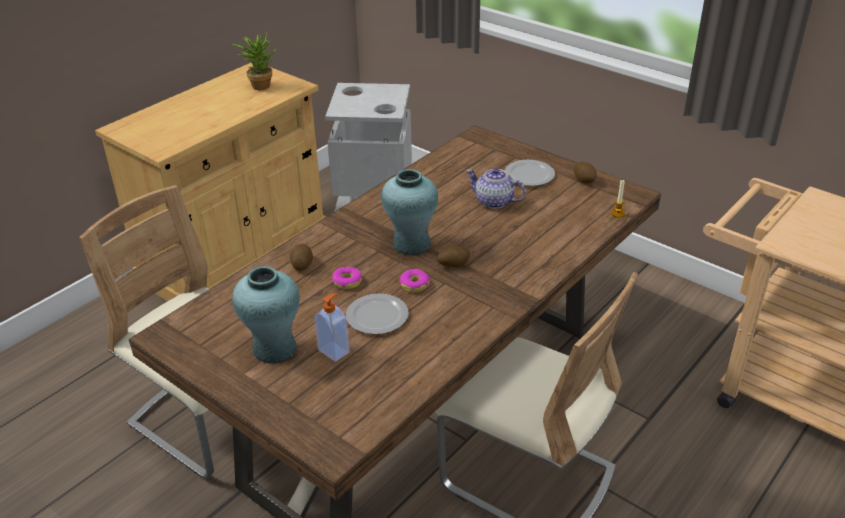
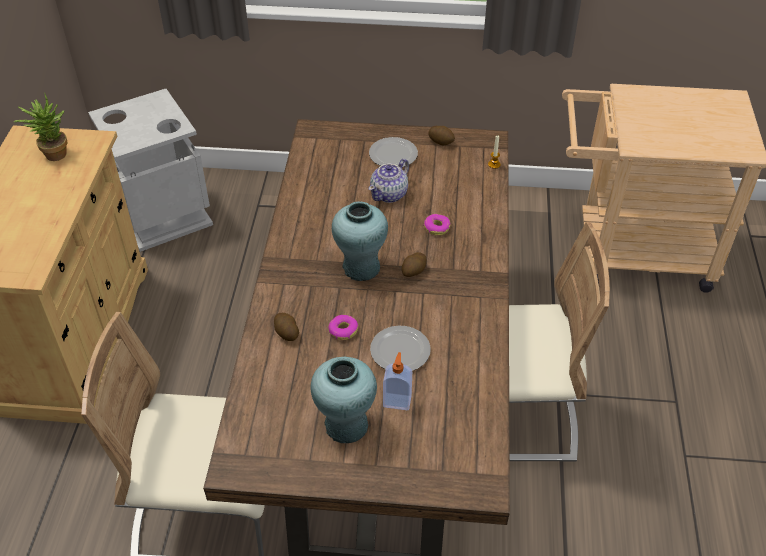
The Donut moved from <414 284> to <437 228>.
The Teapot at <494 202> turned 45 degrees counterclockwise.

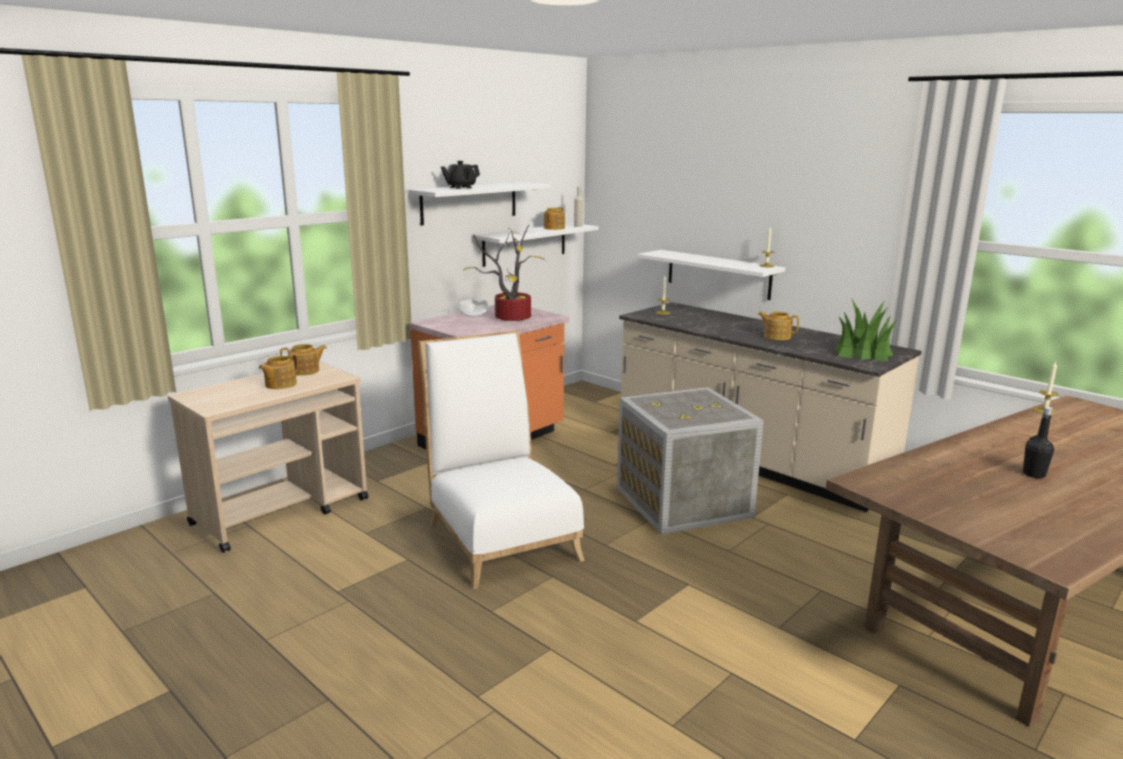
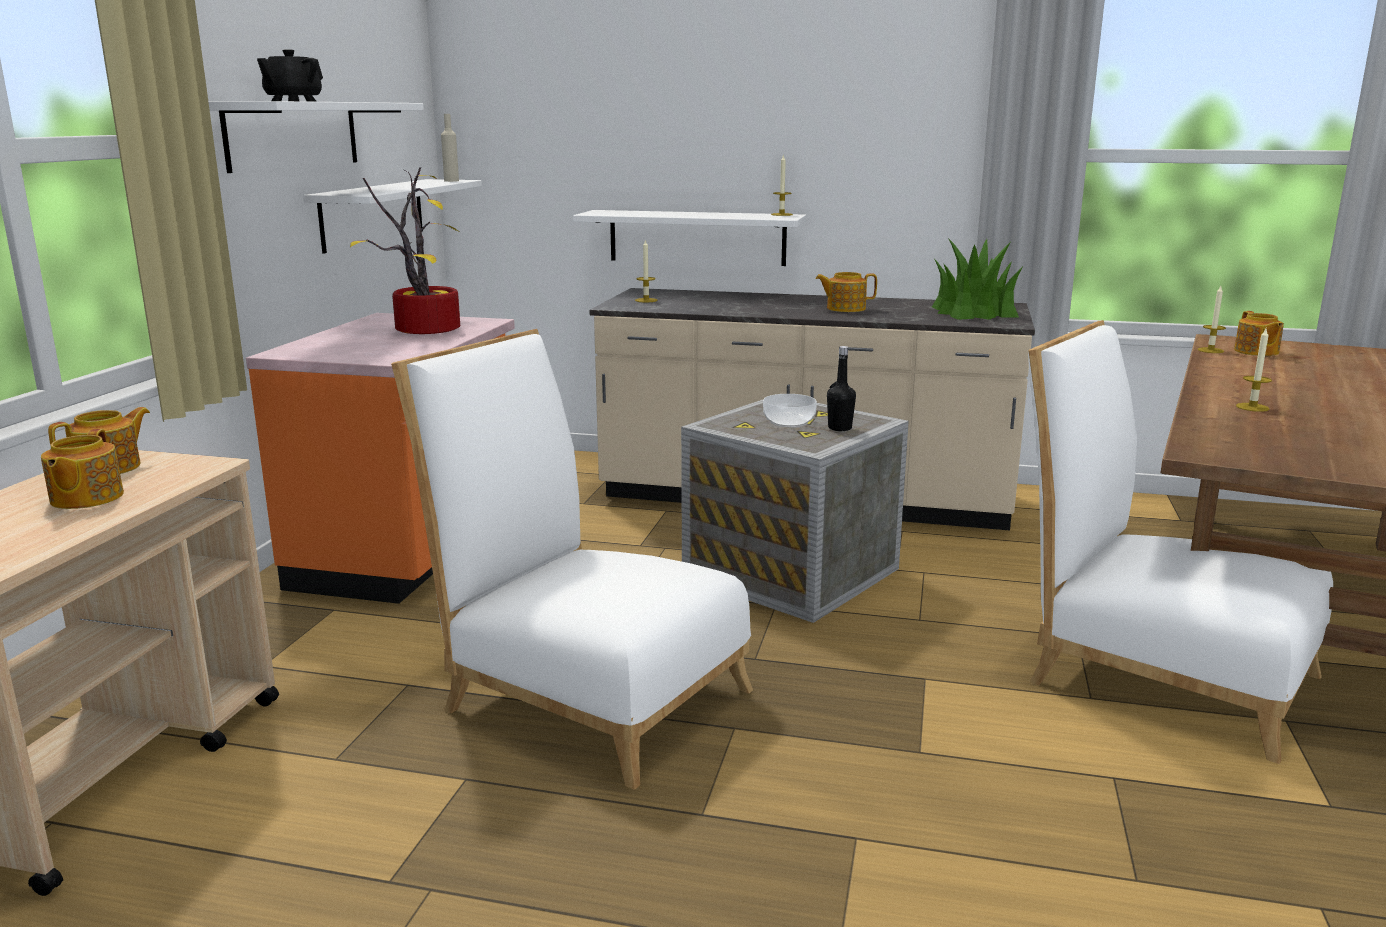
The Bowl moved from <473 314> to <788 422>.
The Teapot moved from <553 228> to <1256 352>.
The BlackishDrinkBottle moved from <1034 474> to <839 428>.
The WhiteChair at <1154 672> appeared.
The WaxCandle at <1252 407> appeared.

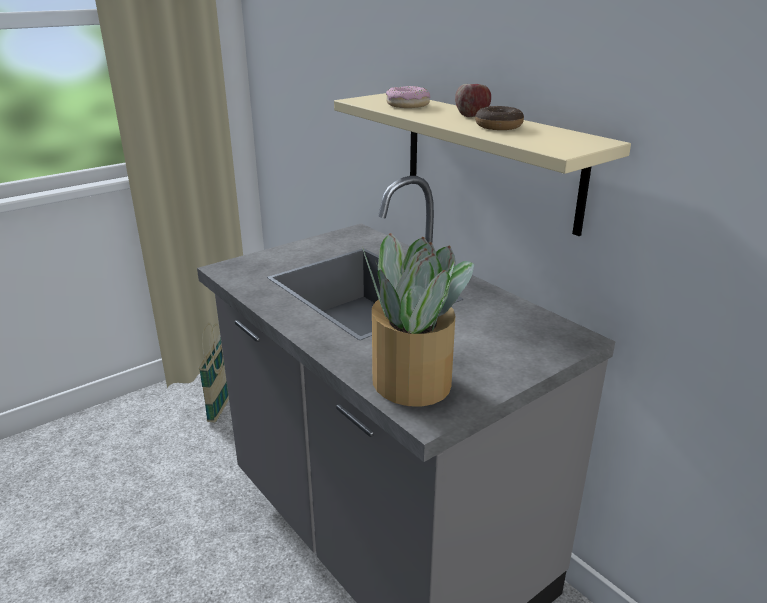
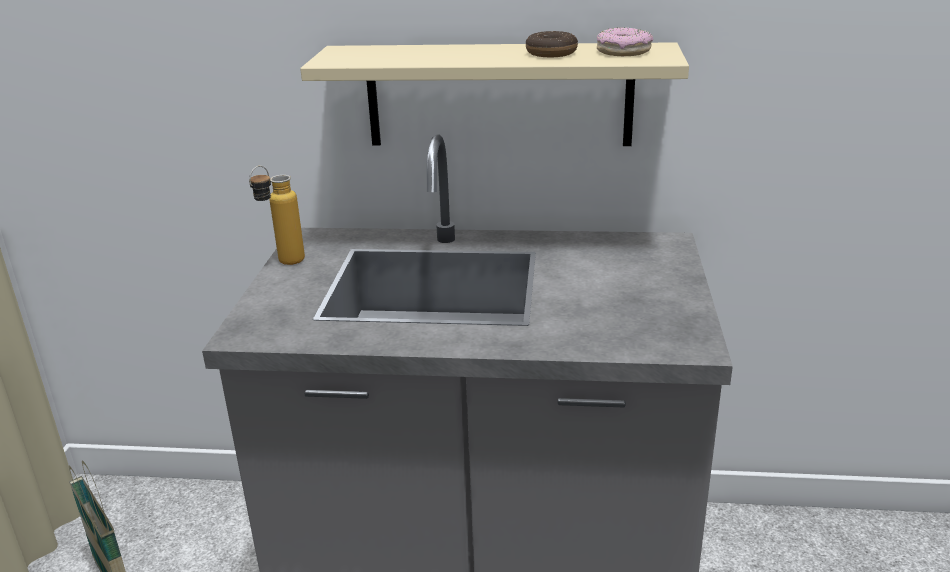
The PottedPlant at <411 380> disappeared.
The Donut moved from <408 105> to <623 51>.
The Apple at <472 116> disappeared.
The DrinkBottle at <283 264> appeared.

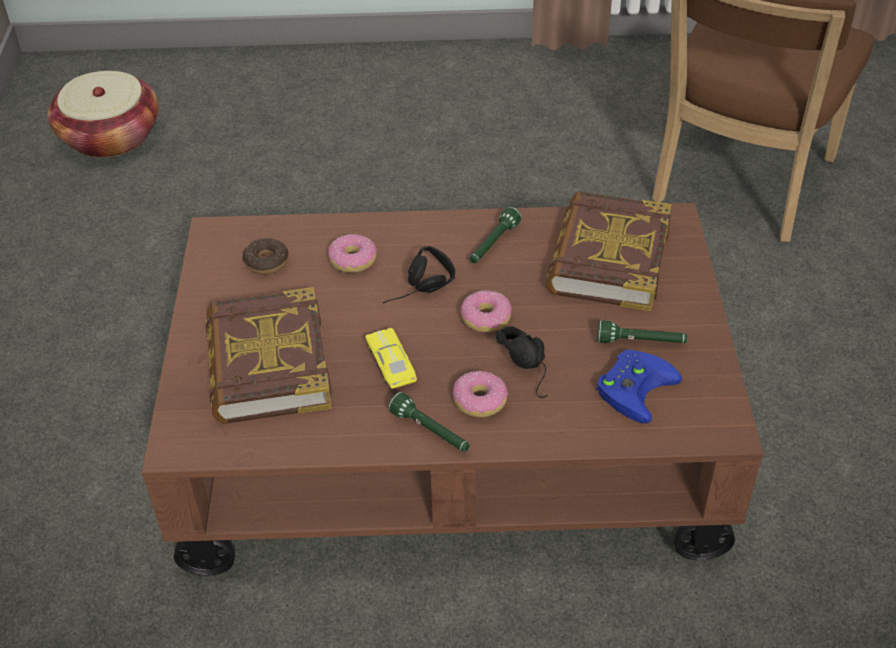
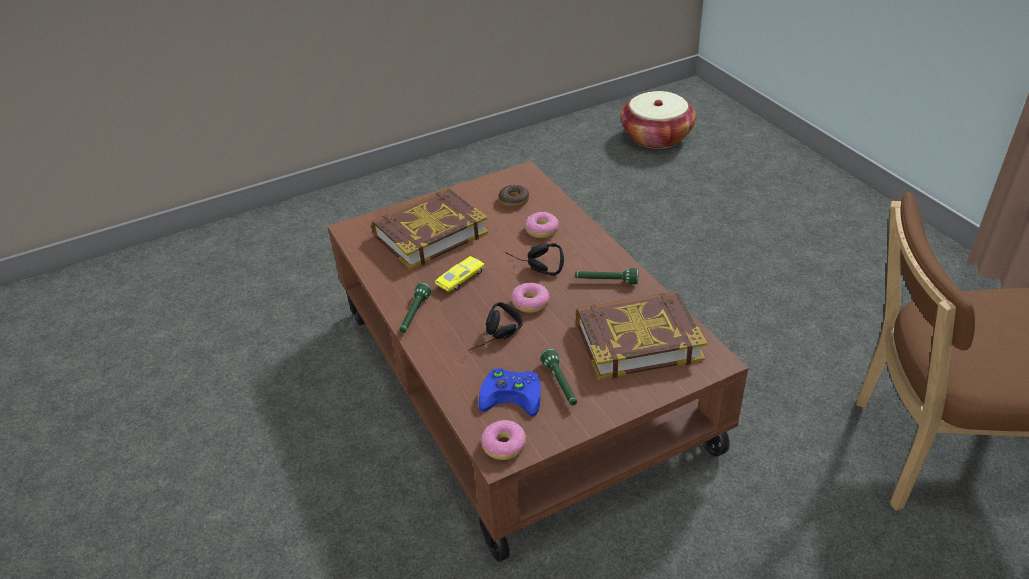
The Donut moved from <480 400> to <504 445>.

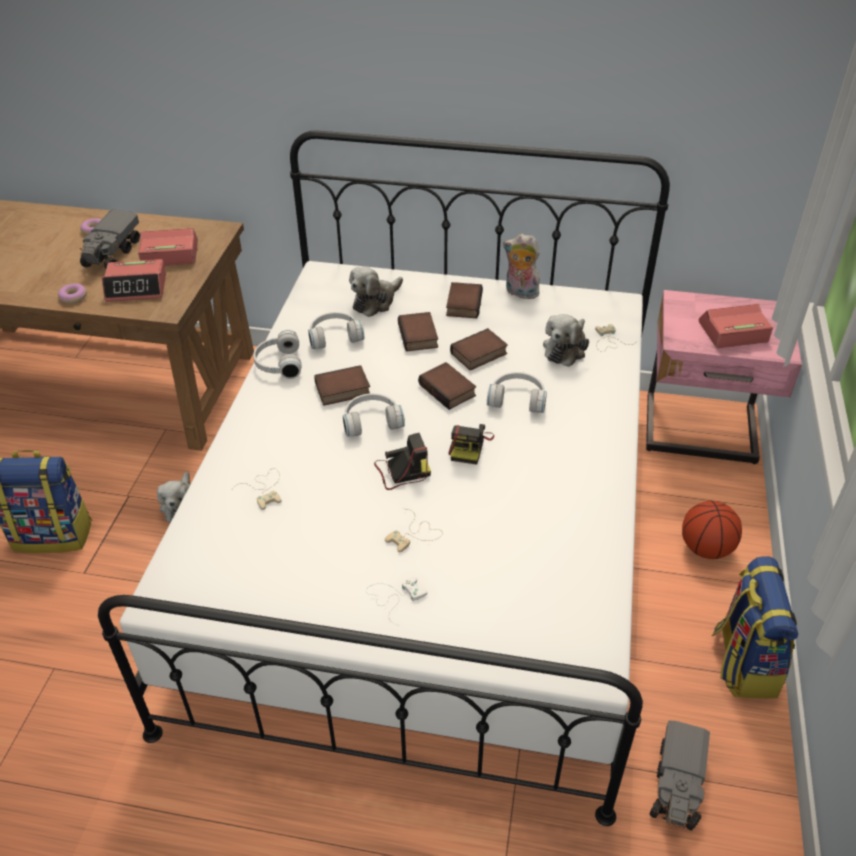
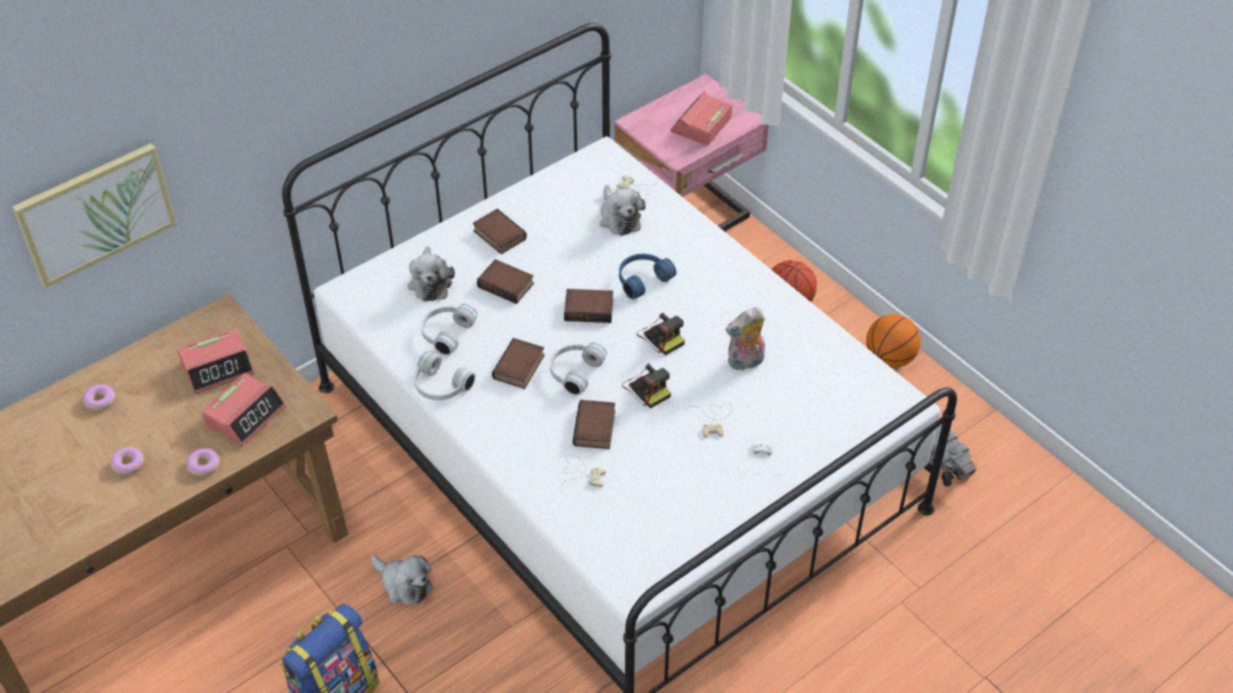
The ToyLorry at <112 254> disappeared.
The TableClock at <169 254> turned 150 degrees counterclockwise.
The PhotoCamera at <401 472> turned 120 degrees clockwise.
The Book moved from <479 354> to <596 429>.
The WhiteHeadphones at <517 399> became the BlueHeadphones at <642 279>.
The CuddlyToy moved from <520 293> to <745 363>.
The Rucksack at <743 662> was replaced by the BallForBasketball at <889 358>.
The WallArt at <96 213> appeared.
The Donut at <128 464> appeared.

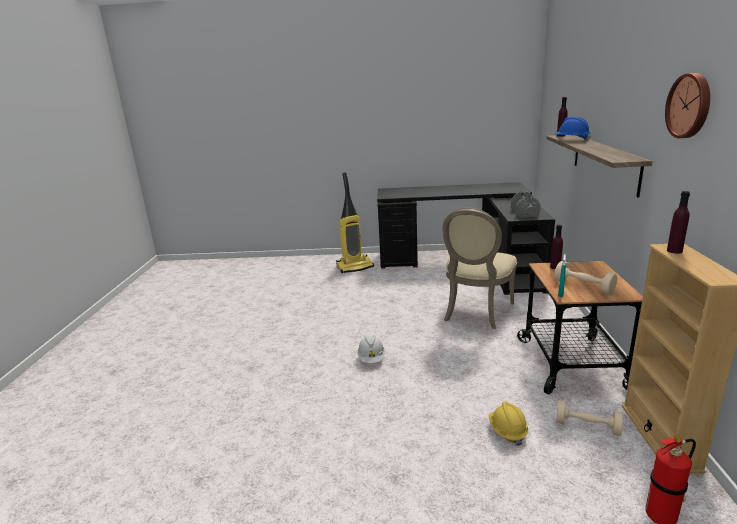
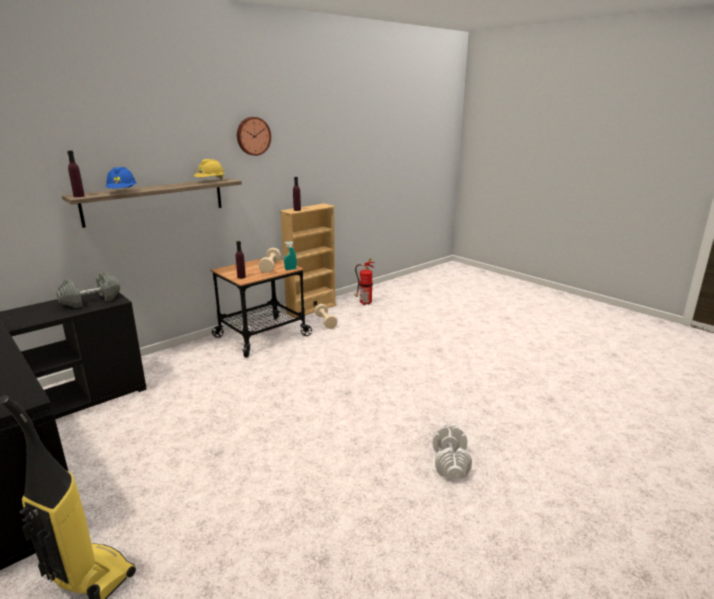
The WhiteHardHat at <371 358> disappeared.
The BeigeColouredChair at <475 312> disappeared.
The YellowishHardHat moved from <507 431> to <210 181>.
The WhiteFreeWeight at <450 461> appeared.

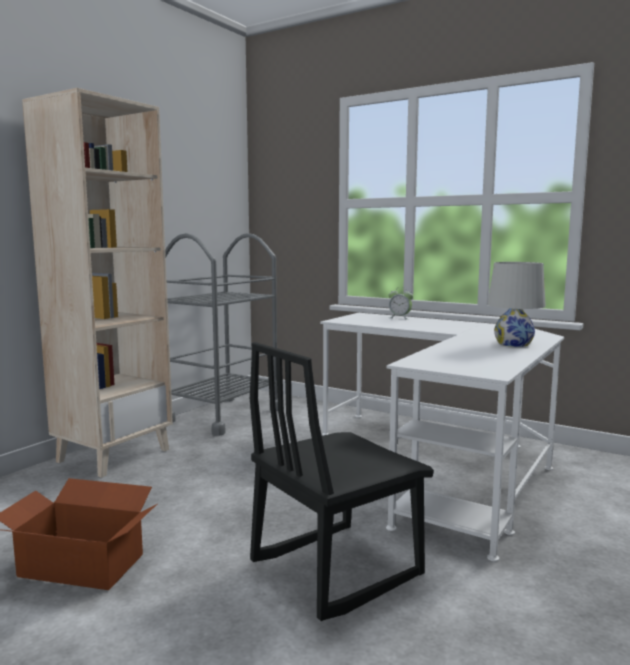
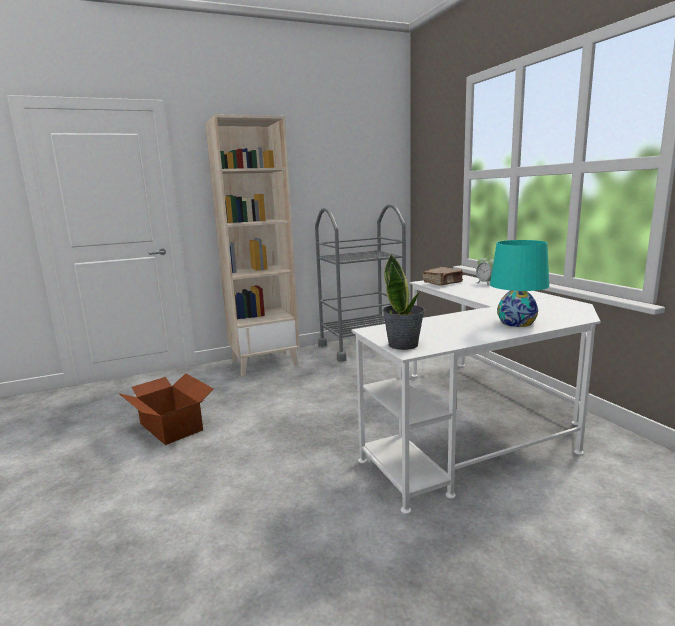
The BlackishChair at <334 568> disappeared.
The WhiteTabletopLamp at <513 344> became the TurquoiseTabletopLamp at <516 323>.
The PottedPlant at <403 345> appeared.
The BrownColouredBook at <443 283> appeared.

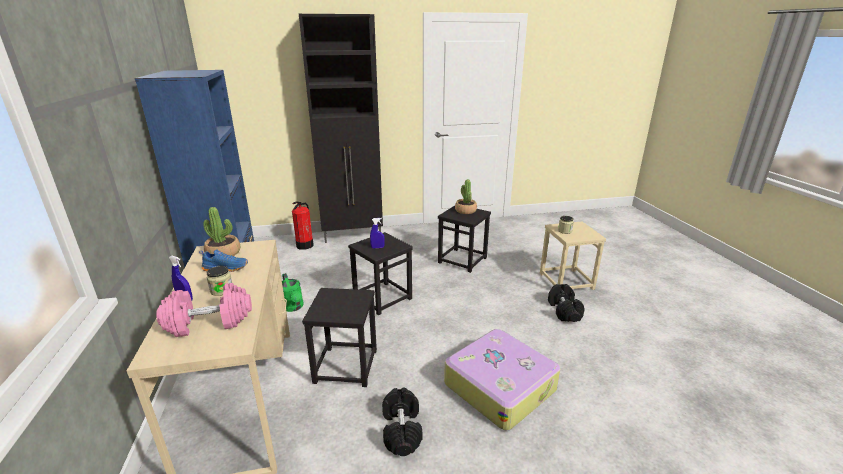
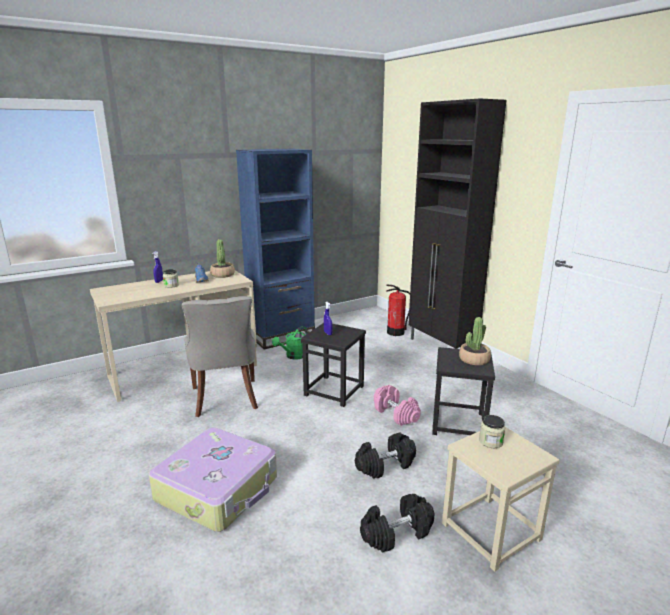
The PinkFreeWeight moved from <209 322> to <396 414>.
The BlackishStoolSeat at <346 366> was replaced by the GreyishChair at <225 398>.
The BlackishFreeWeight moved from <402 430> to <385 465>.

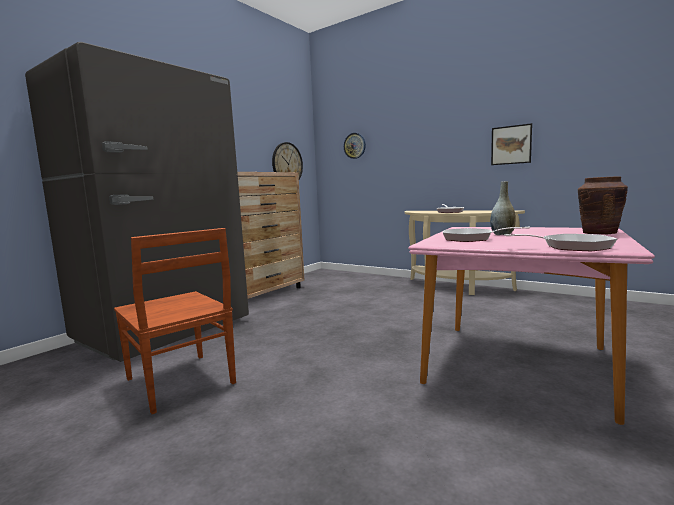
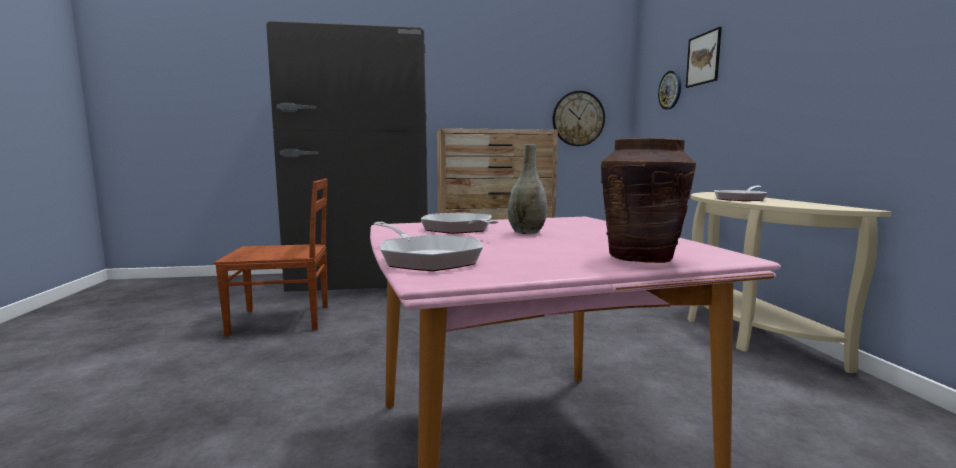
The BrownColouredChair at <181 382> turned 105 degrees counterclockwise.
The WallArt moved from <511 145> to <703 59>.

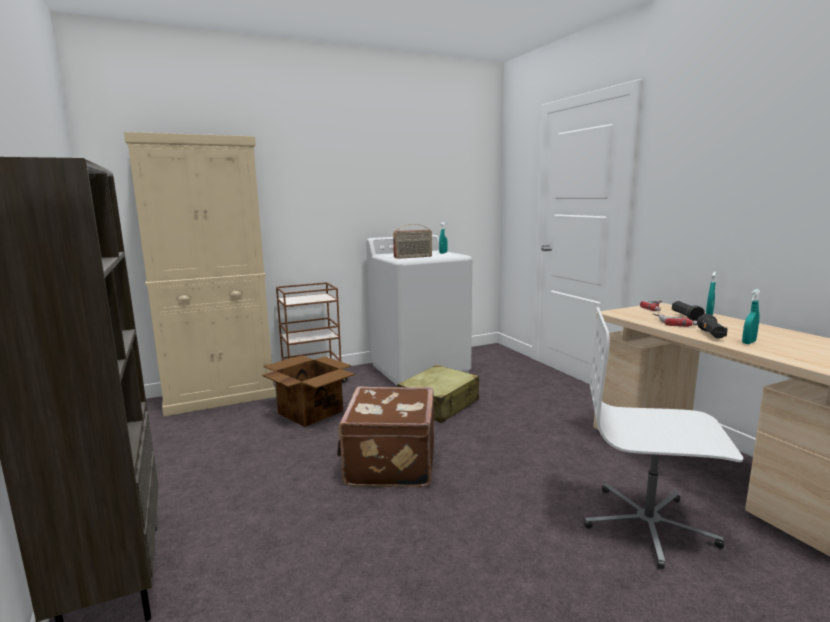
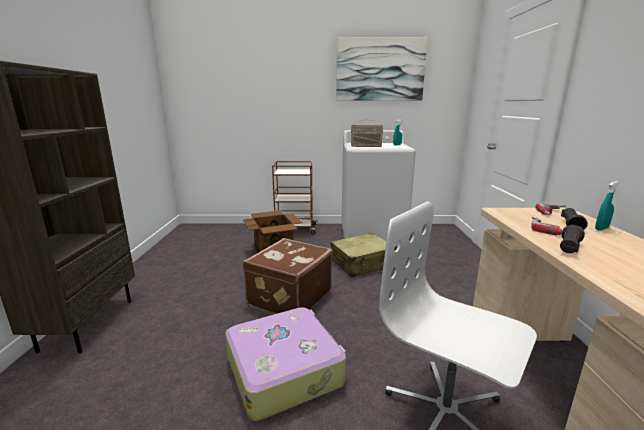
The BeigeColouredCupboard at <220 397> disappeared.
The TurquoiseHandSprayer at <748 342> disappeared.
The PieceOfLuggage at <285 369> appeared.
The WallArt at <380 69> appeared.

